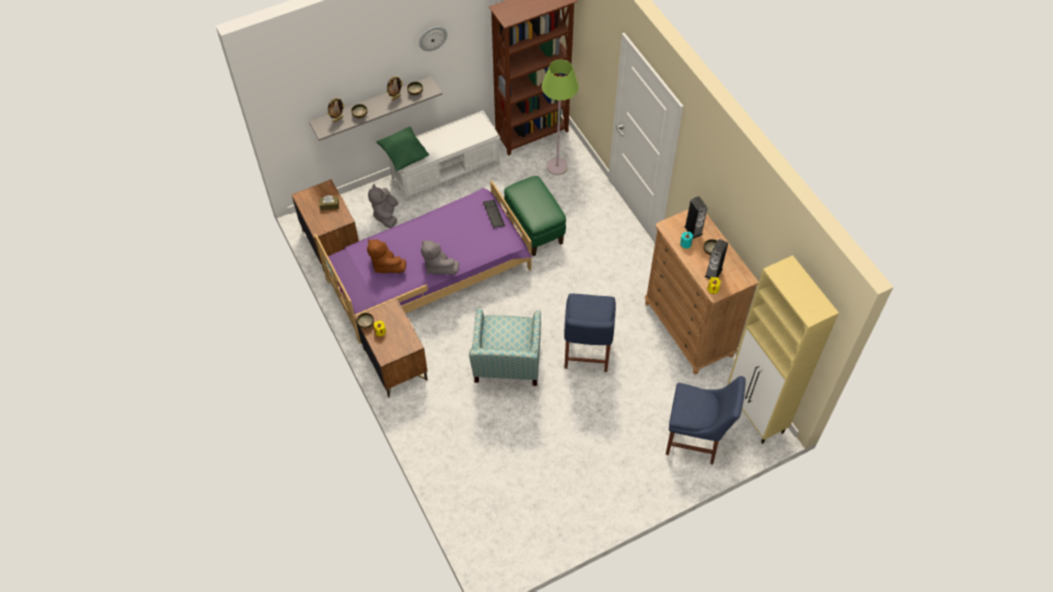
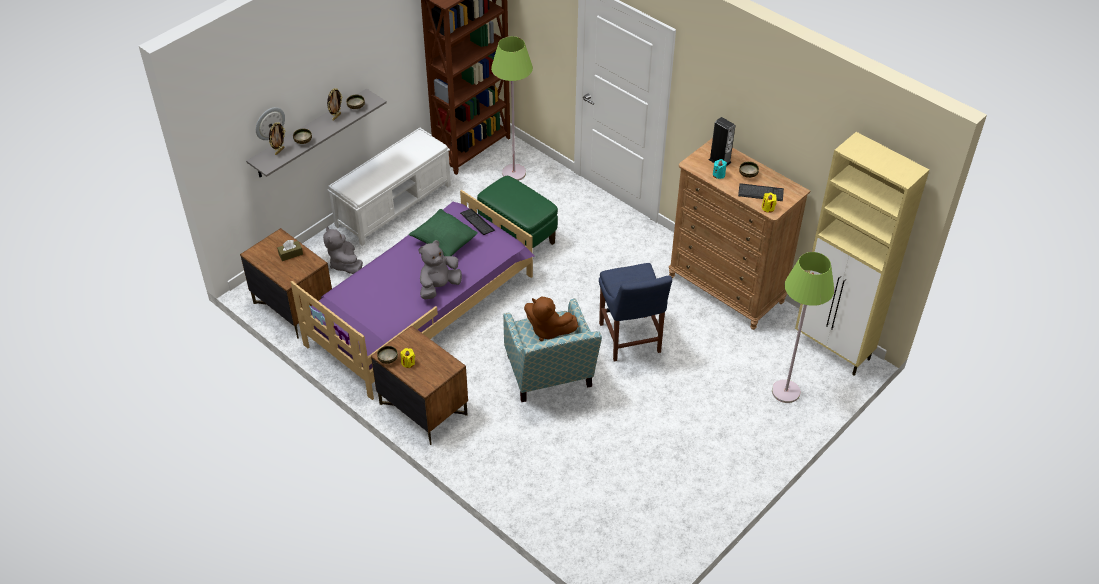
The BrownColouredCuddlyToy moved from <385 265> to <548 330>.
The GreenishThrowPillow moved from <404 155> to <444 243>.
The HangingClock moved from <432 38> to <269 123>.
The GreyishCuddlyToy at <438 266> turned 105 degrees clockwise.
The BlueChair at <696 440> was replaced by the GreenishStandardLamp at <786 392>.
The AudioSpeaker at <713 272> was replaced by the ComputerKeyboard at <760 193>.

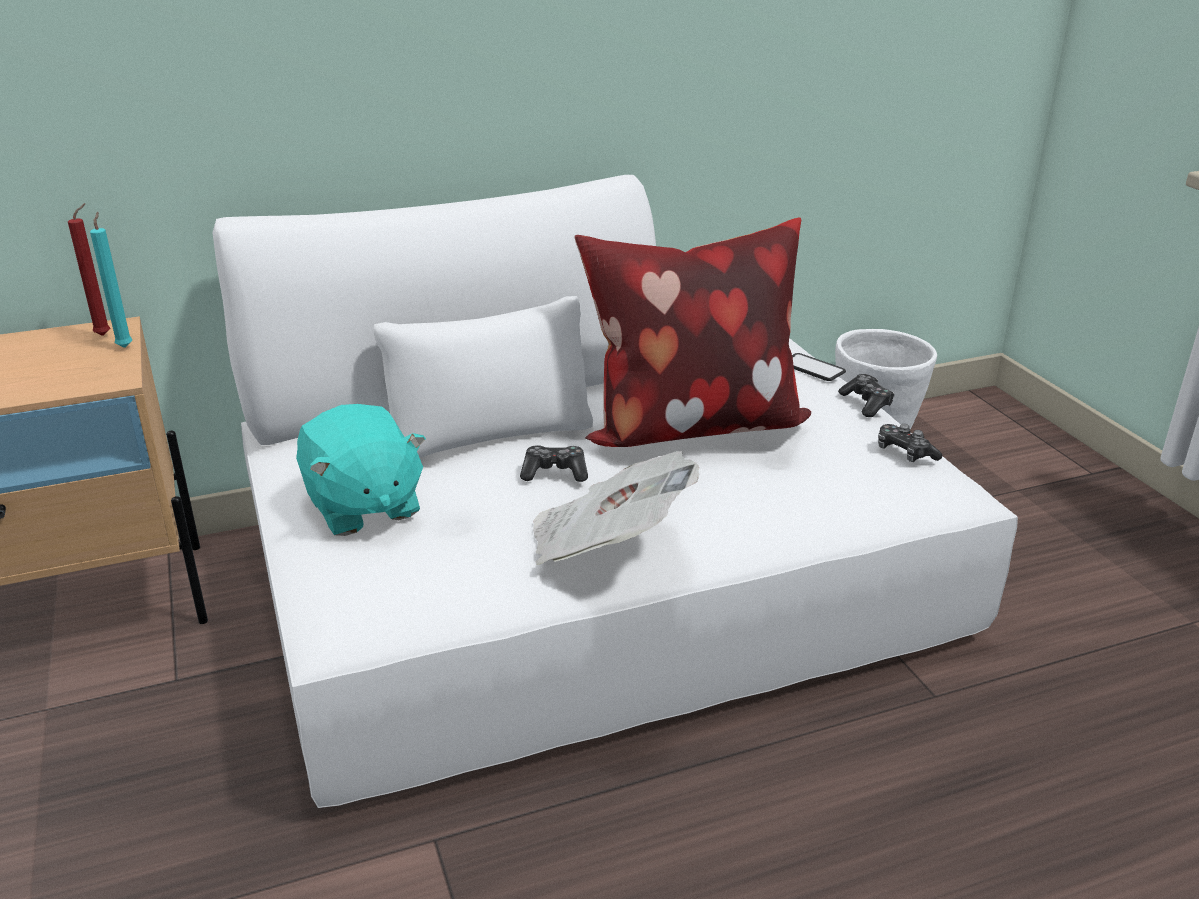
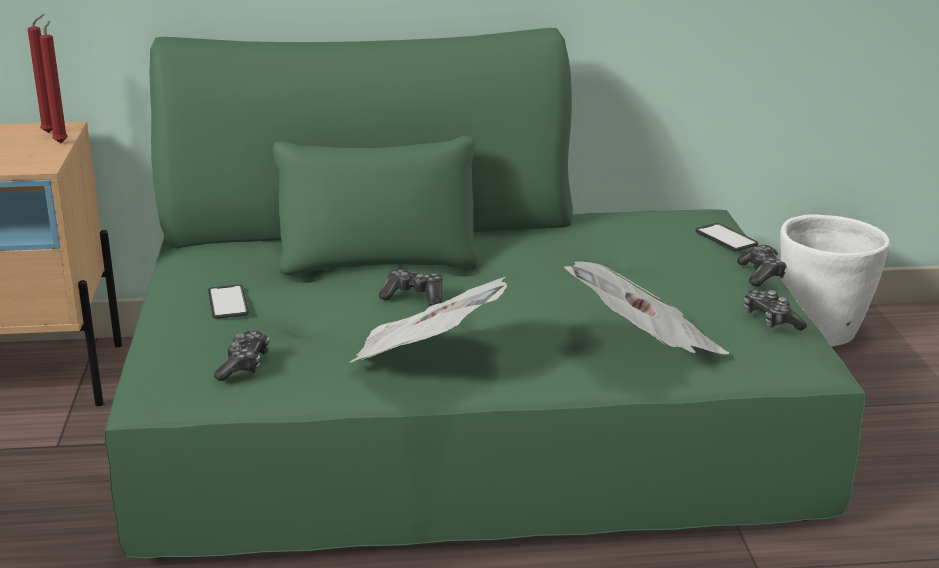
The TurquoiseWaxCandle at <125 346> became the RedWaxCandle at <62 142>.
The WhiteSettee at <600 584> became the GreenishSettee at <470 425>.
The TurquoiseCuddlyToy at <362 507> was replaced by the Telephone at <228 303>.
The ThrowPillow at <690 426> disappeared.
The Joypad at <244 366> appeared.
The Newspaper at <645 348> appeared.

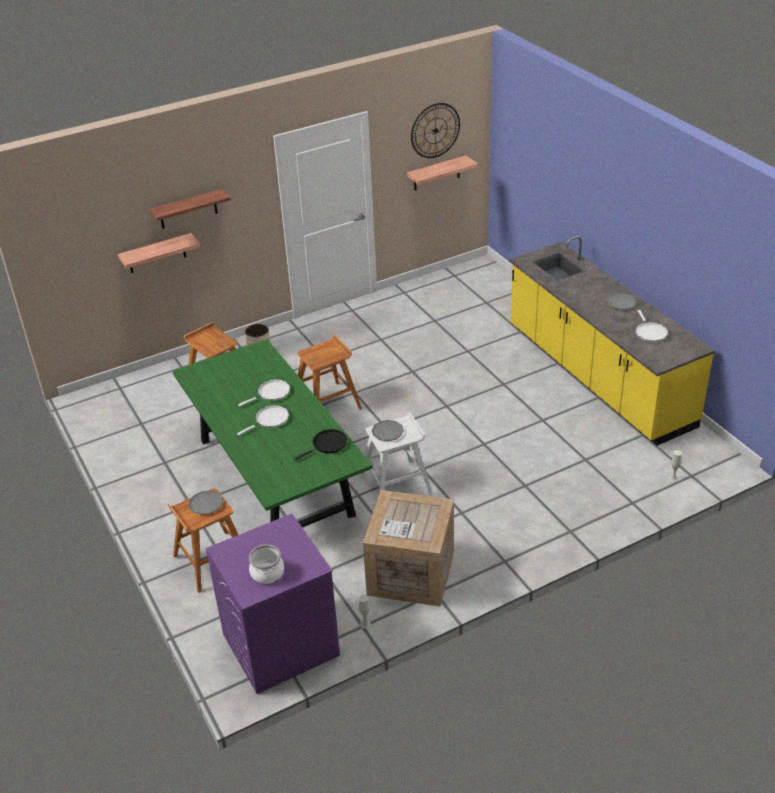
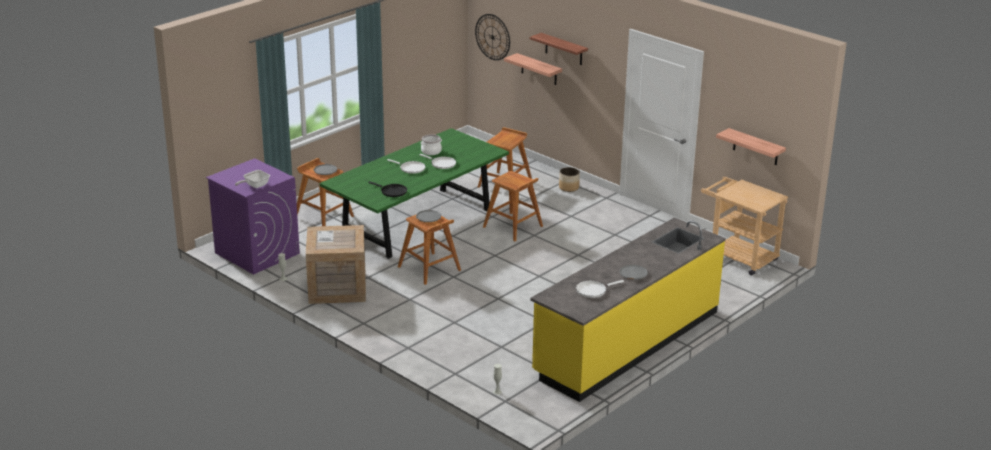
The Stockpot moved from <267 573> to <431 151>.
The WhiteStoolSeat at <396 485> became the BrownColouredStoolSeat at <429 269>.
The HangingClock moved from <435 130> to <492 37>.
The Pan at <254 186> appeared.
The BeigeColouredTrolley at <738 257> appeared.

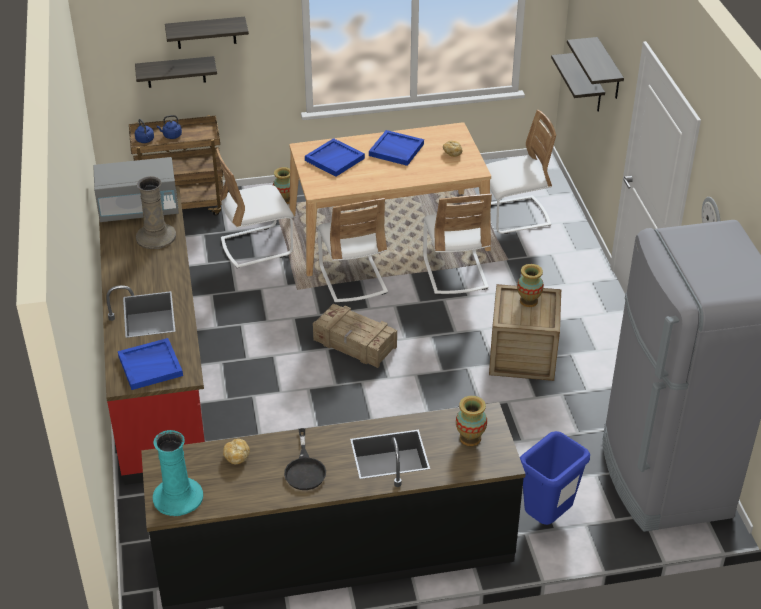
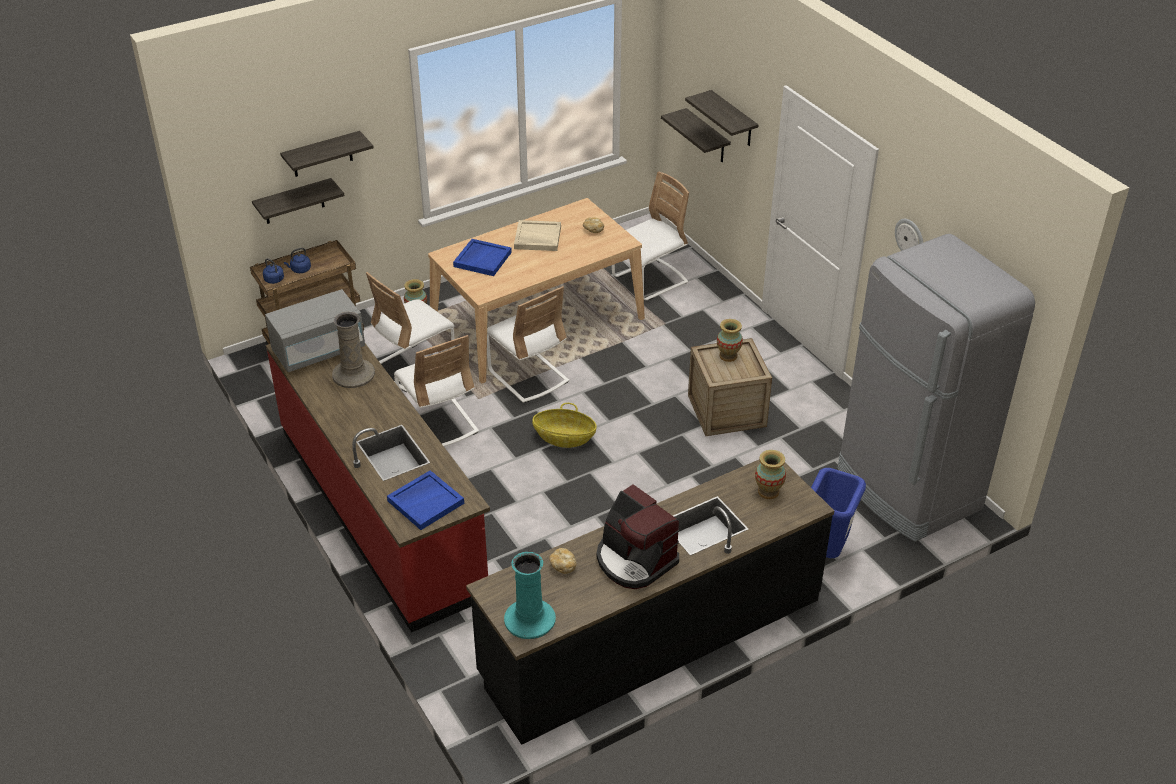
The BlackishPan at <305 469> was replaced by the CoffeeBrewer at <634 560>.
The PackingCrate at <355 344> was replaced by the Basket at <564 438>.
The BlueCarryingTray at <395 150> became the BeigeColouredCarryingTray at <537 238>.
The WhiteChair moved from <455 272> to <438 423>.

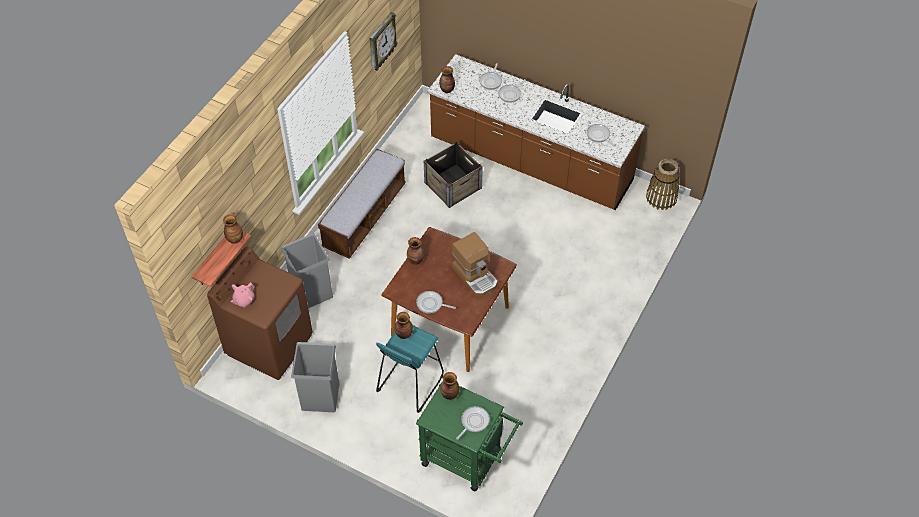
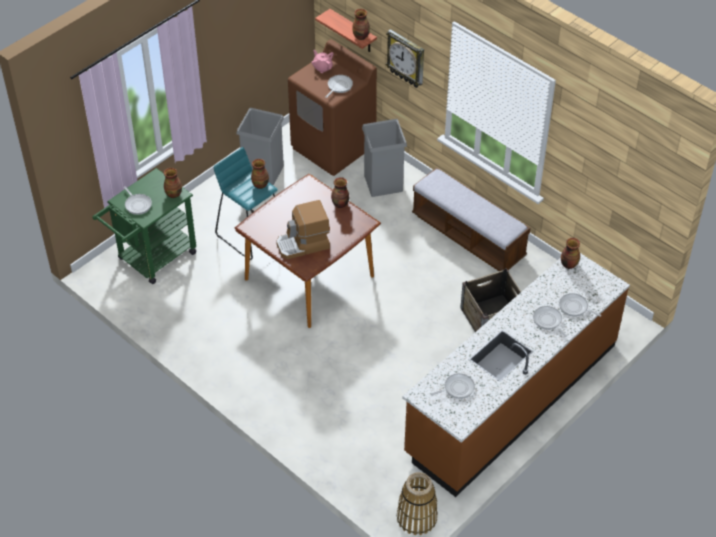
The HangingClock moved from <381 42> to <406 58>.
The Pan moved from <431 304> to <339 86>.

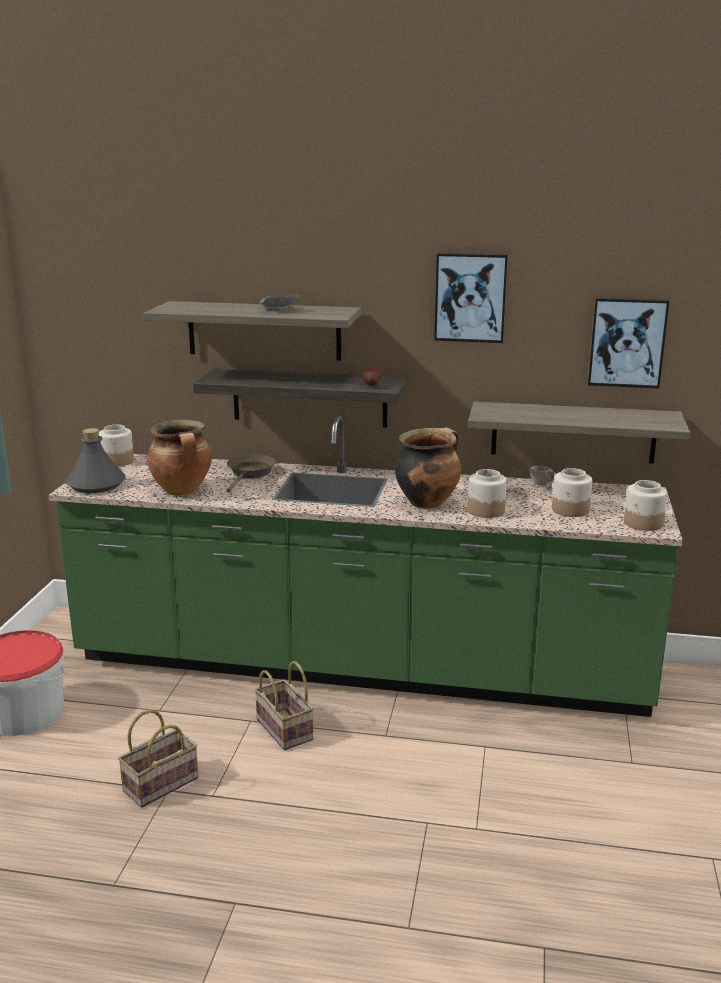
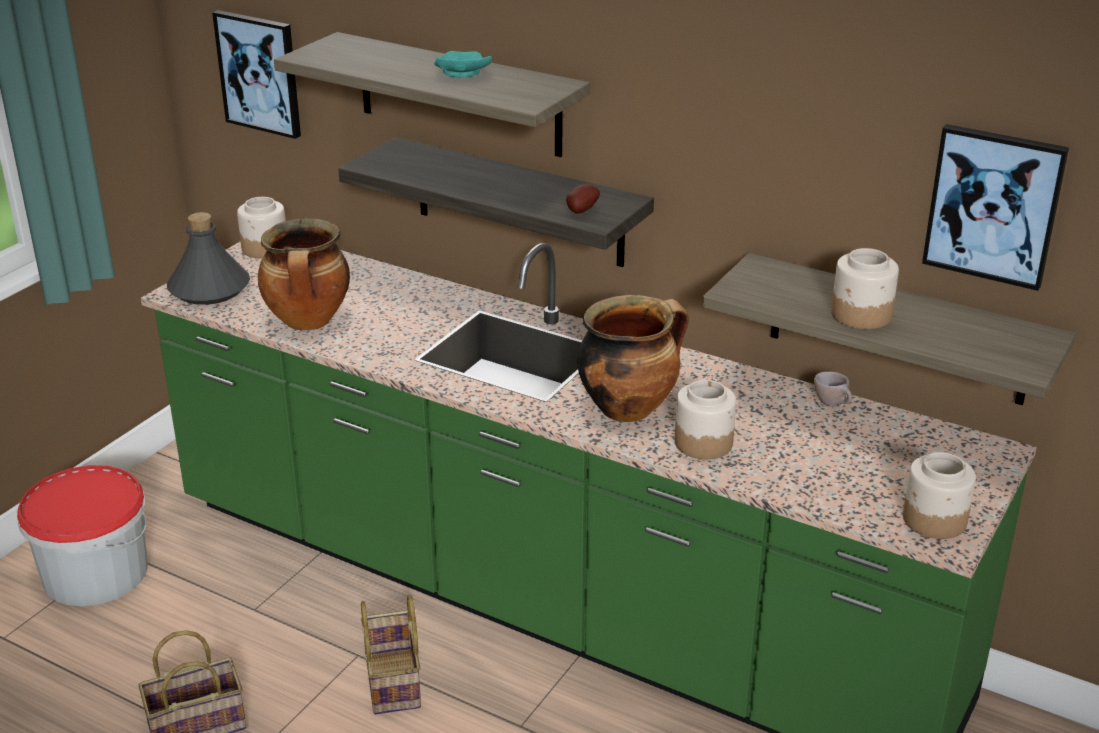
The BrownColouredPan at <250 474> disappeared.
The GreyishDinnerPlate at <277 309> became the TurquoiseDinnerPlate at <461 74>.
The WallArt moved from <470 297> to <260 73>.
The PreserveJar moved from <570 510> to <861 315>.

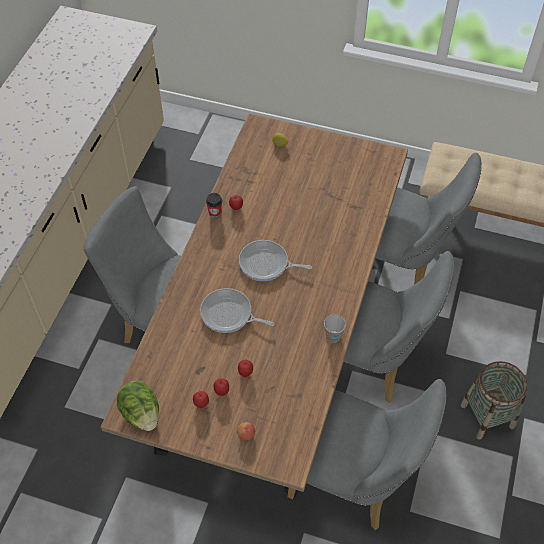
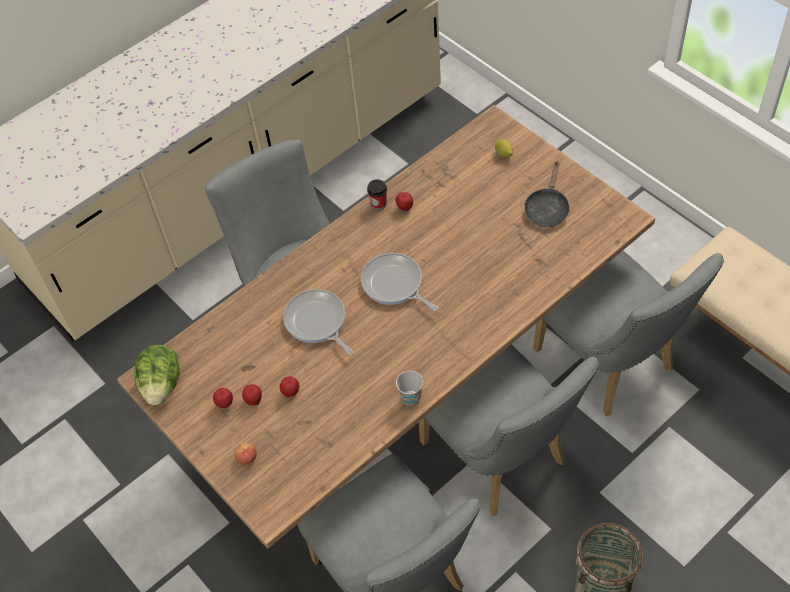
The BlackishPan at <547 208> appeared.

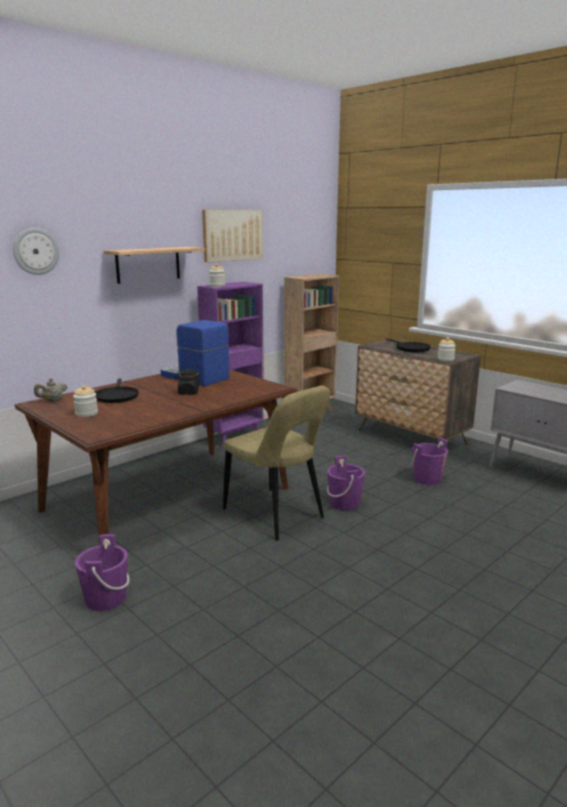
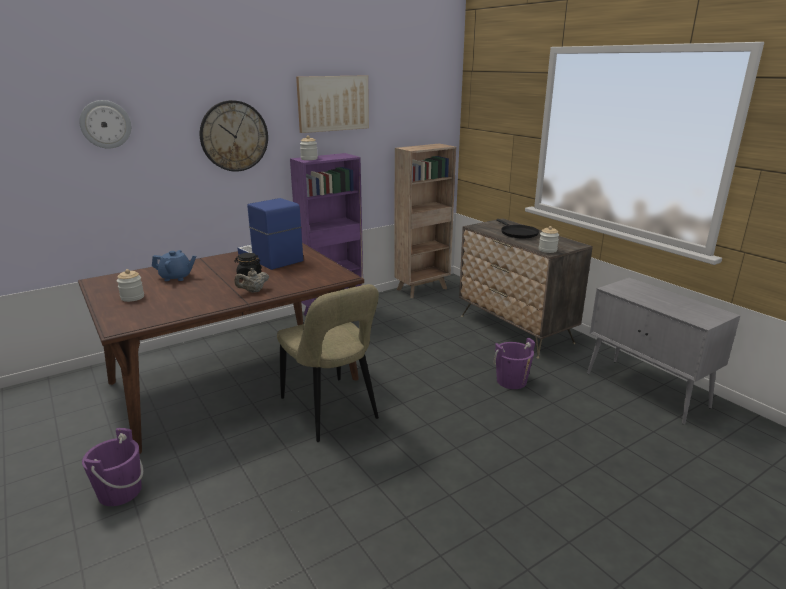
The BeigeColouredTeapot moved from <52 401> to <253 291>.
The BlackishPan at <116 396> was replaced by the BlueTeapot at <176 277>.
The WallShelf at <148 264> was replaced by the HangingClock at <234 136>.
The PurplishBucket at <344 503> disappeared.

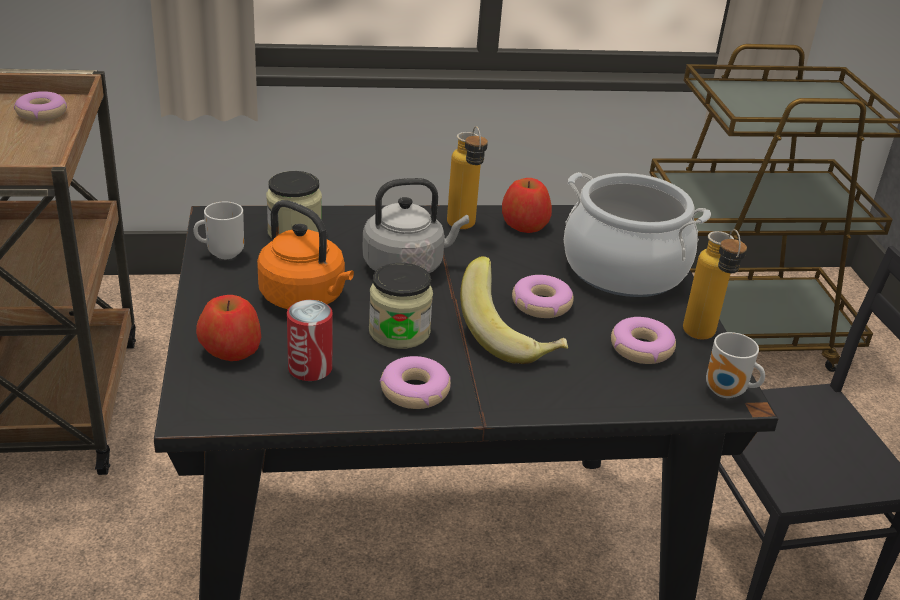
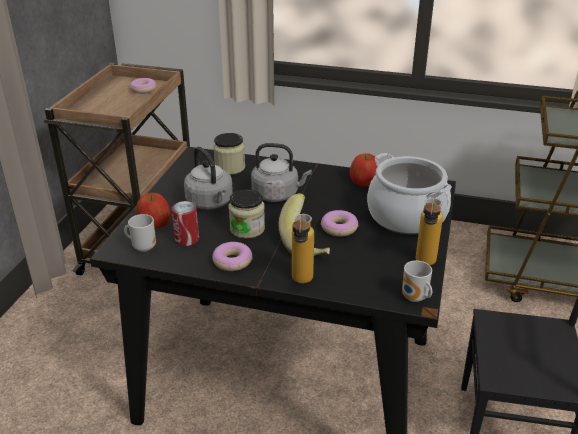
The CoffeeMug moved from <223 253> to <143 247>.
The OrangeTeaKettle at <306 298> became the GreyishTeaKettle at <210 203>.
The DrinkBottle moved from <464 229> to <301 283>.
The Donut at <641 348> disappeared.

